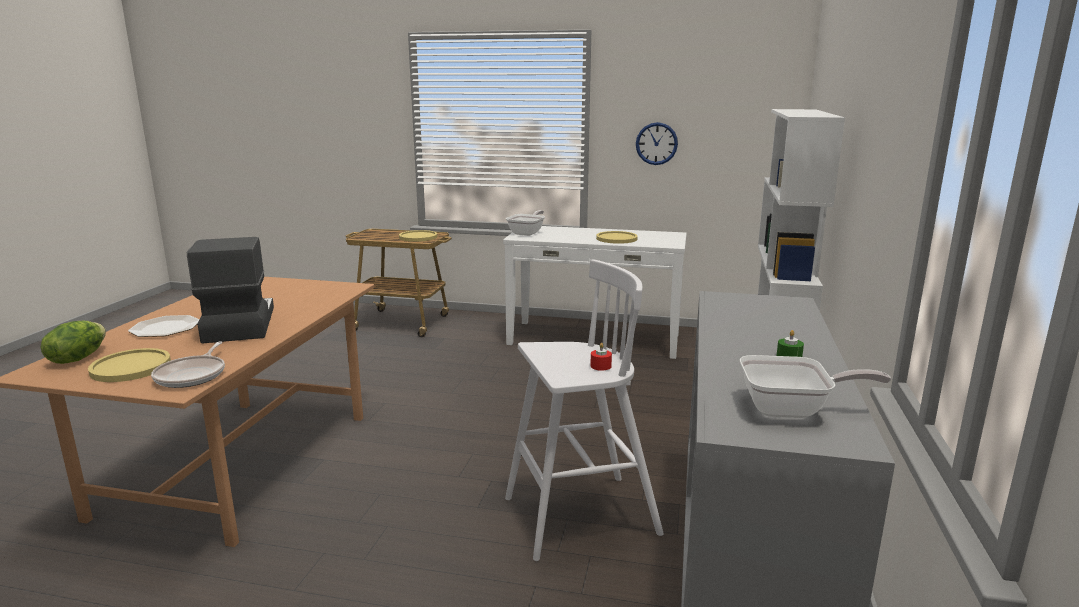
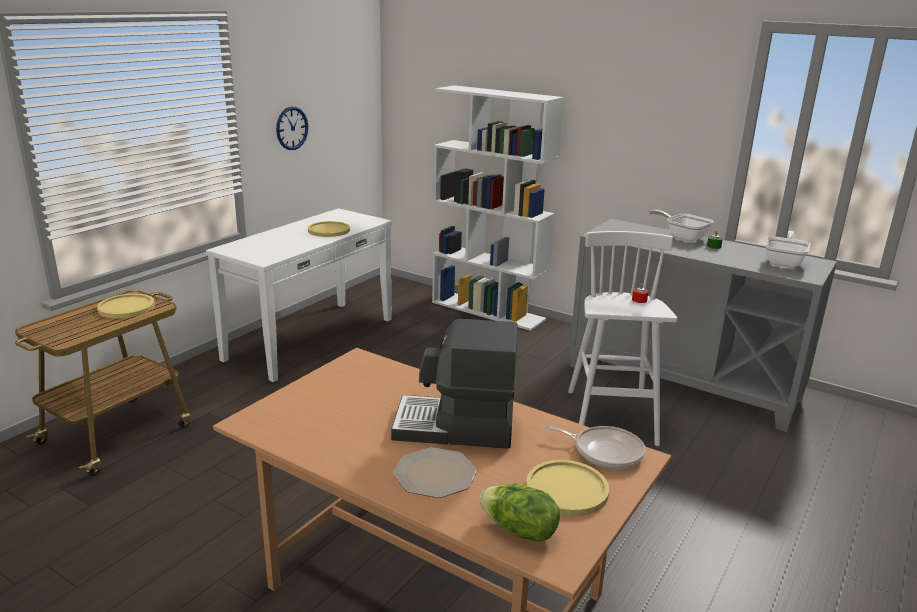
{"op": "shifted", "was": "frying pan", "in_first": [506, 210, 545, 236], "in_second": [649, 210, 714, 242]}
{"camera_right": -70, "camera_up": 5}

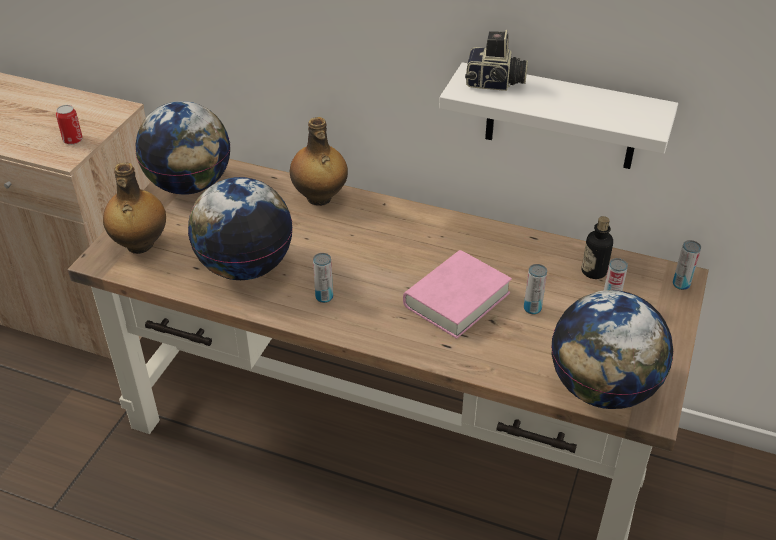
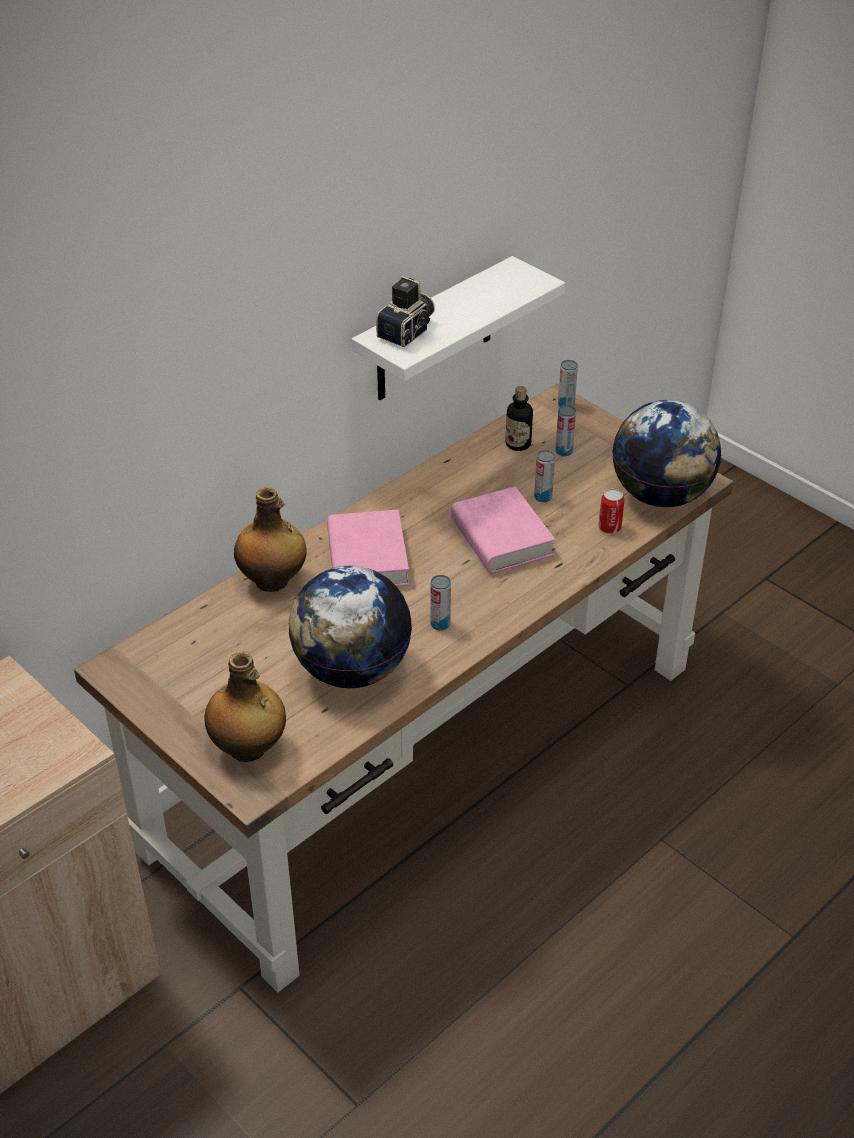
{"op": "gone", "was": "globe", "in_first": [135, 101, 230, 195]}
{"op": "new", "now": "book (pink)", "in_second": [327, 509, 409, 587]}
{"op": "shifted", "was": "can", "in_first": [56, 105, 83, 145], "in_second": [598, 489, 625, 534]}
{"camera_right": -65, "camera_up": 0}

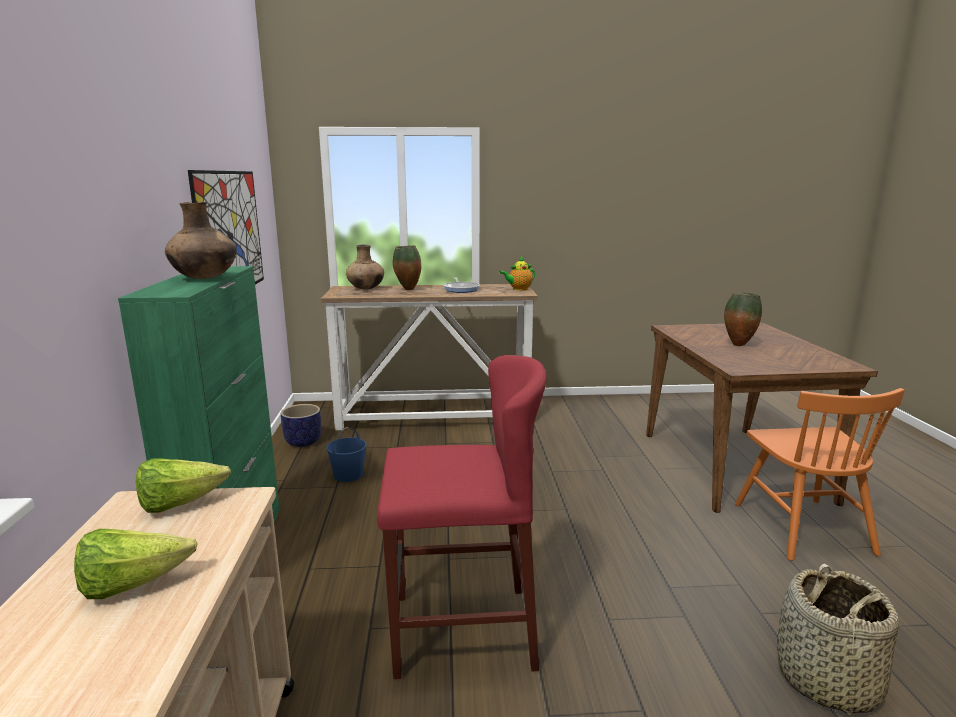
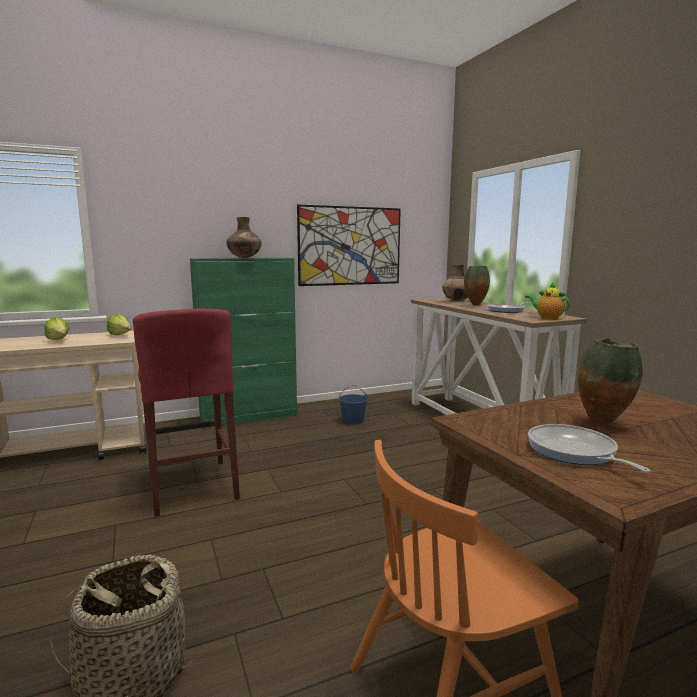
{"op": "gone", "was": "planter", "in_first": [281, 404, 322, 447]}
{"op": "new", "now": "frying pan", "in_second": [528, 424, 651, 472]}
{"camera_right": 70, "camera_up": -5}

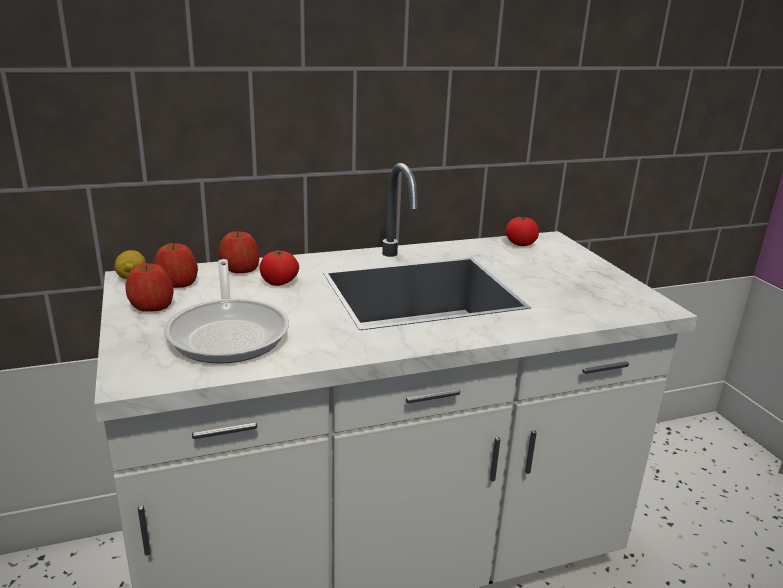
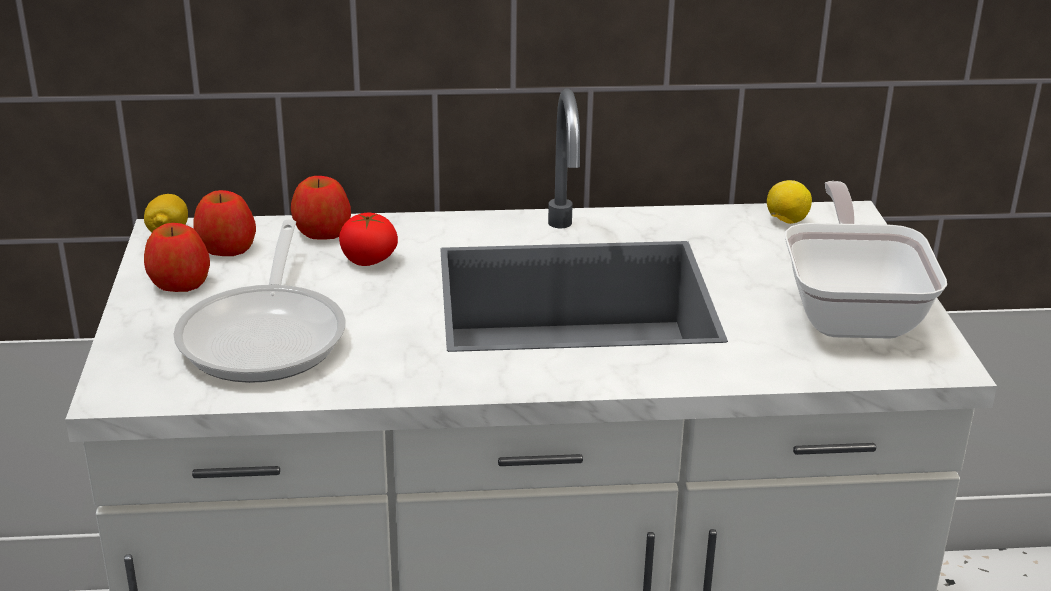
{"op": "new", "now": "frying pan", "in_second": [785, 181, 947, 339]}
{"op": "swapped", "was": "tomato", "now": "lemon", "in_first": [506, 216, 539, 246], "in_second": [767, 180, 812, 224]}
{"camera_right": 15, "camera_up": 5}

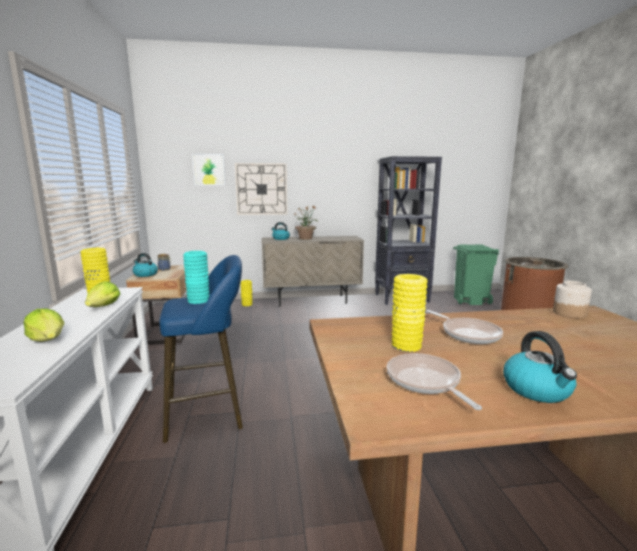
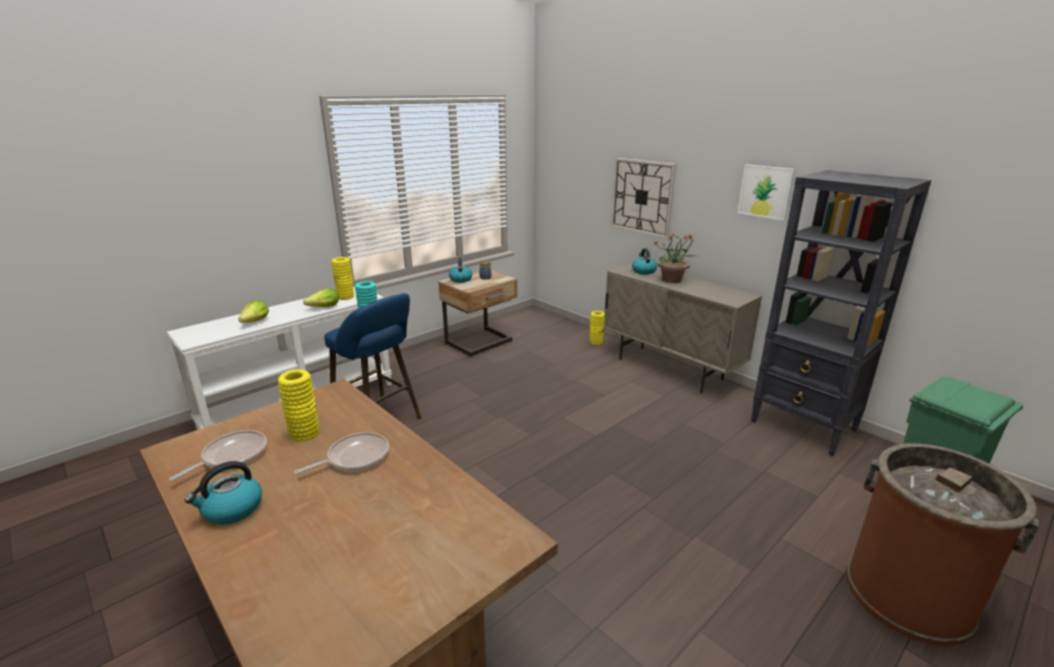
{"op": "gone", "was": "jar", "in_first": [553, 281, 592, 318]}
{"op": "shifted", "was": "picture", "in_first": [192, 154, 225, 185], "in_second": [738, 164, 795, 221]}
{"op": "rotated", "was": "frying pan", "in_first": [426, 310, 503, 344], "in_second": [294, 432, 389, 474], "clockwise": -150}
{"camera_right": 55, "camera_up": 10}

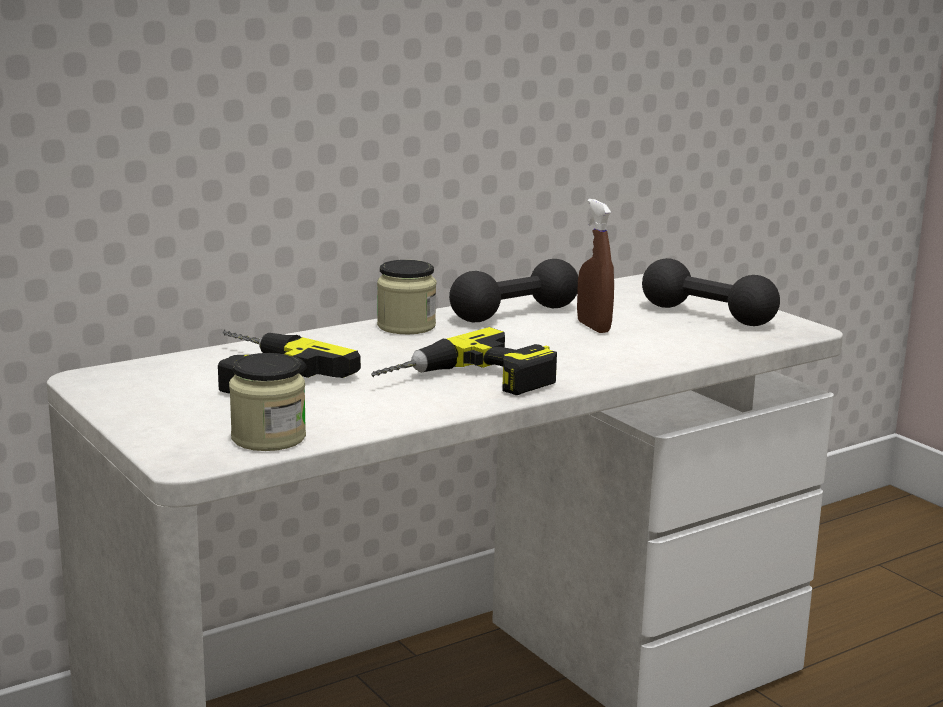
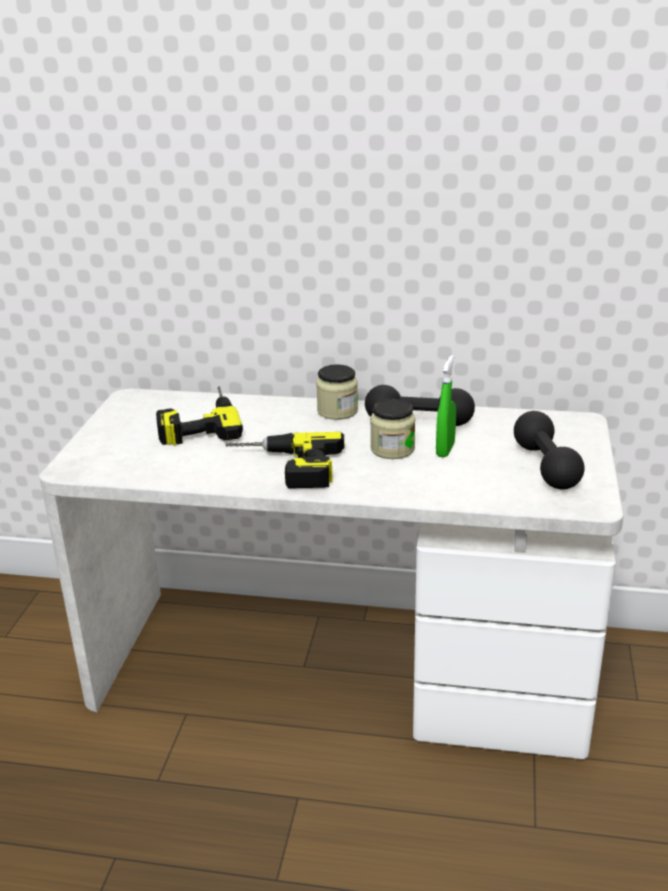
{"op": "shifted", "was": "jar", "in_first": [229, 353, 306, 451], "in_second": [370, 399, 415, 459]}
{"op": "repainted", "was": "spray bottle (brown)", "now": "spray bottle (green)", "in_first": [577, 199, 614, 333], "in_second": [436, 355, 456, 458]}
{"camera_right": 45, "camera_up": 10}

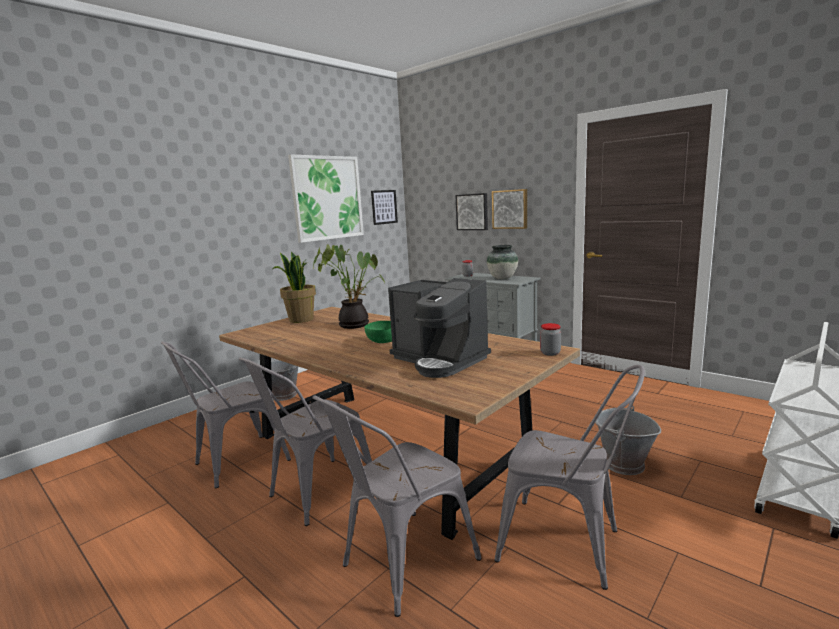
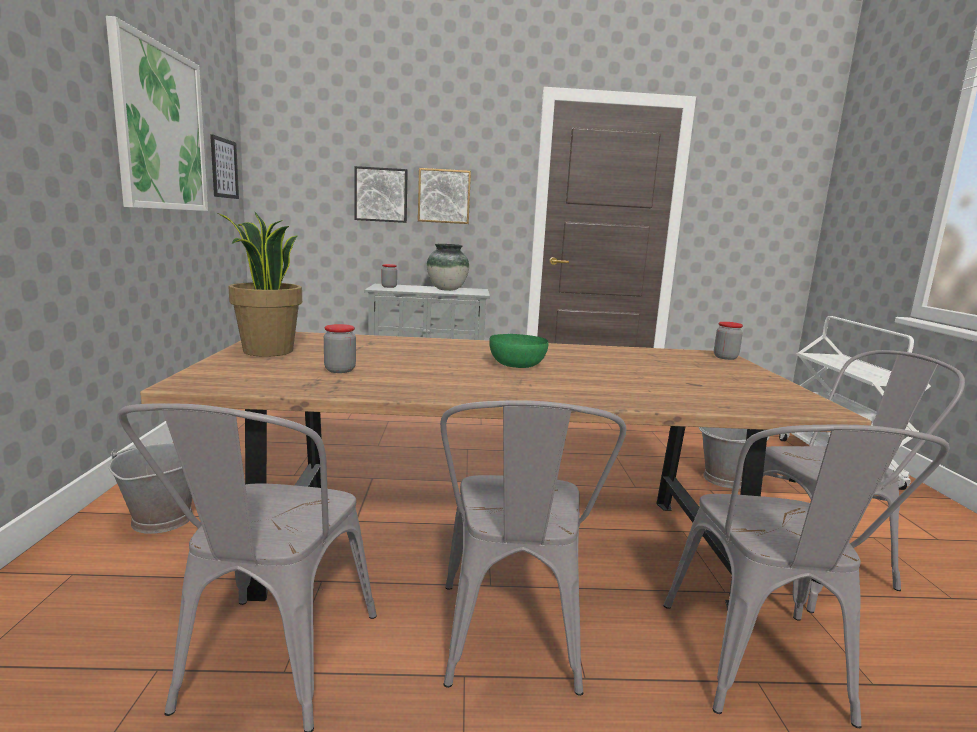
{"op": "gone", "was": "potted plant", "in_first": [313, 244, 385, 329]}
{"op": "gone", "was": "coffee machine", "in_first": [388, 278, 491, 378]}
{"op": "new", "now": "jar", "in_second": [324, 324, 356, 373]}
{"camera_right": -45, "camera_up": 0}

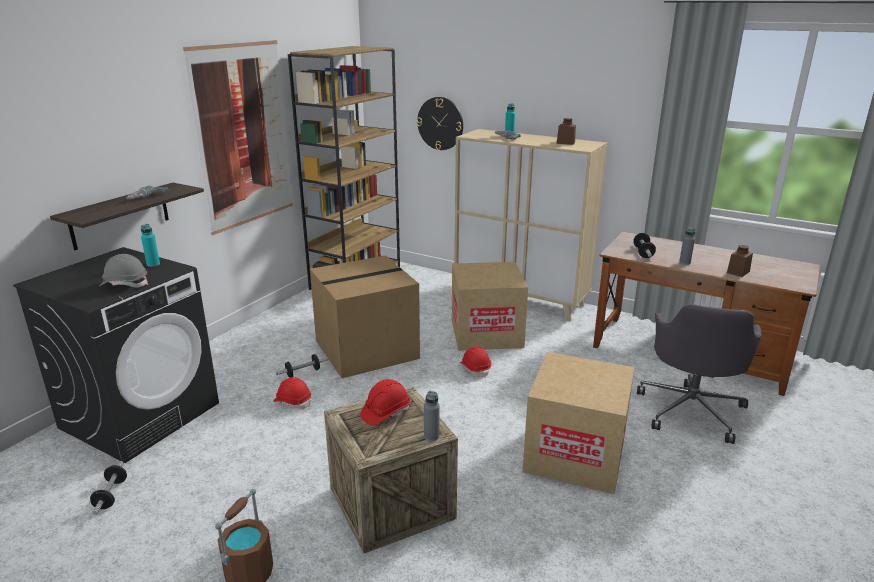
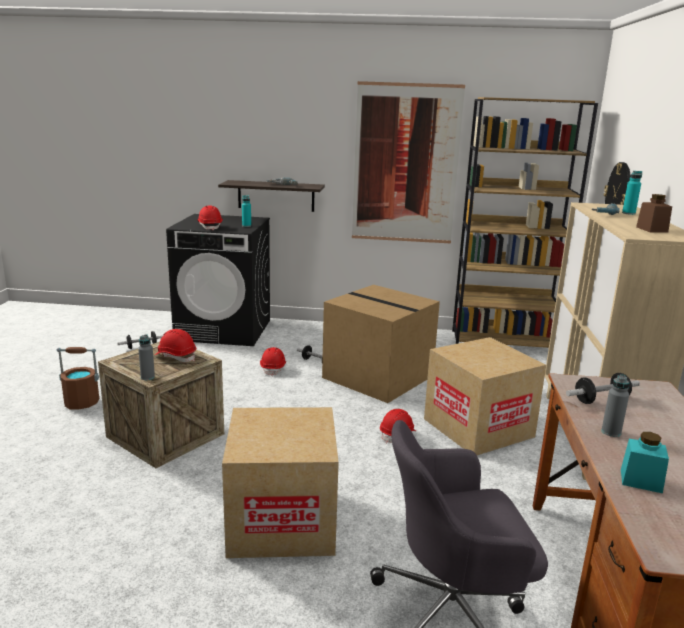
{"op": "repainted", "was": "hard hat (grey)", "now": "hard hat (red)", "in_first": [100, 254, 148, 287], "in_second": [197, 206, 223, 230]}
{"op": "repainted", "was": "jar (brown)", "now": "jar (turquoise)", "in_first": [727, 245, 753, 277], "in_second": [621, 432, 669, 493]}
{"camera_right": 65, "camera_up": -5}

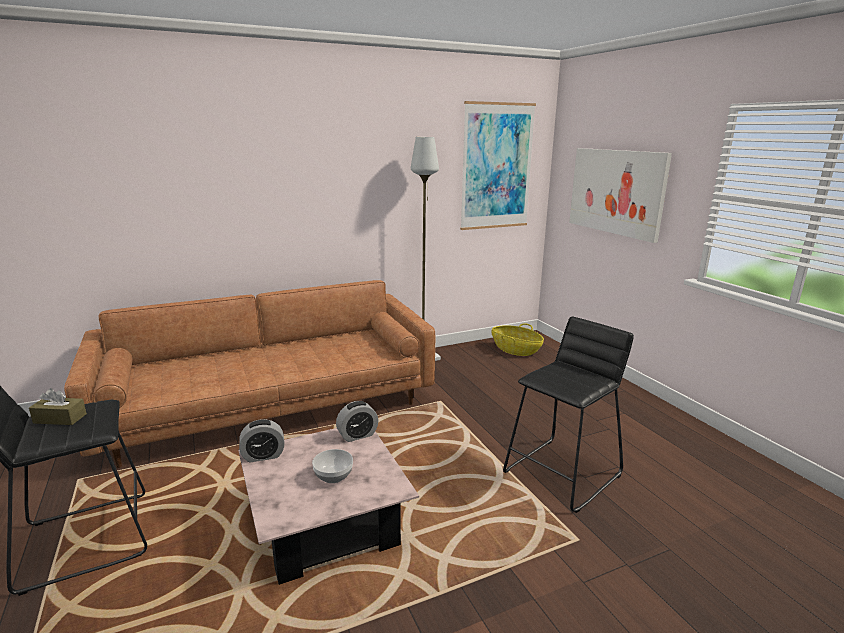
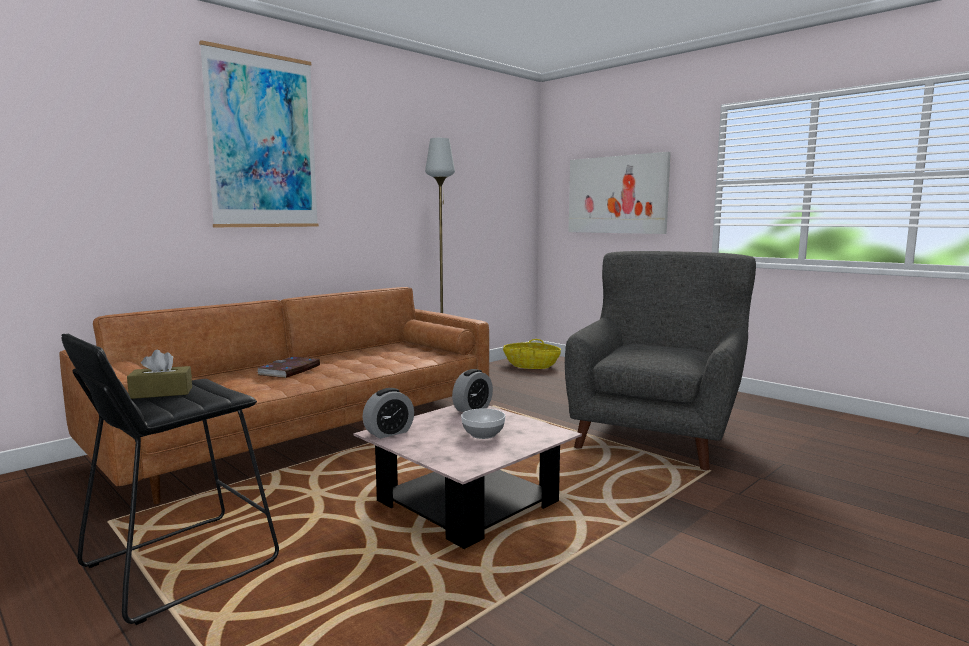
{"op": "new", "now": "book", "in_second": [256, 357, 320, 378]}
{"op": "shifted", "was": "picture", "in_first": [460, 101, 536, 230], "in_second": [199, 40, 319, 227]}
{"op": "swapped", "was": "stool (black)", "now": "armchair (grey)", "in_first": [503, 317, 634, 513], "in_second": [565, 251, 756, 470]}
{"camera_right": -20, "camera_up": -10}

